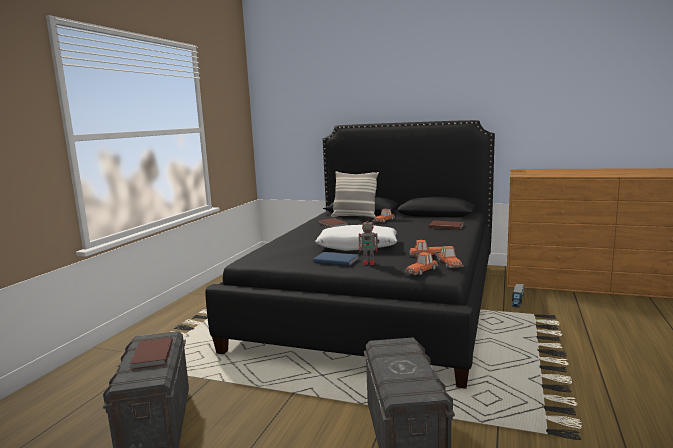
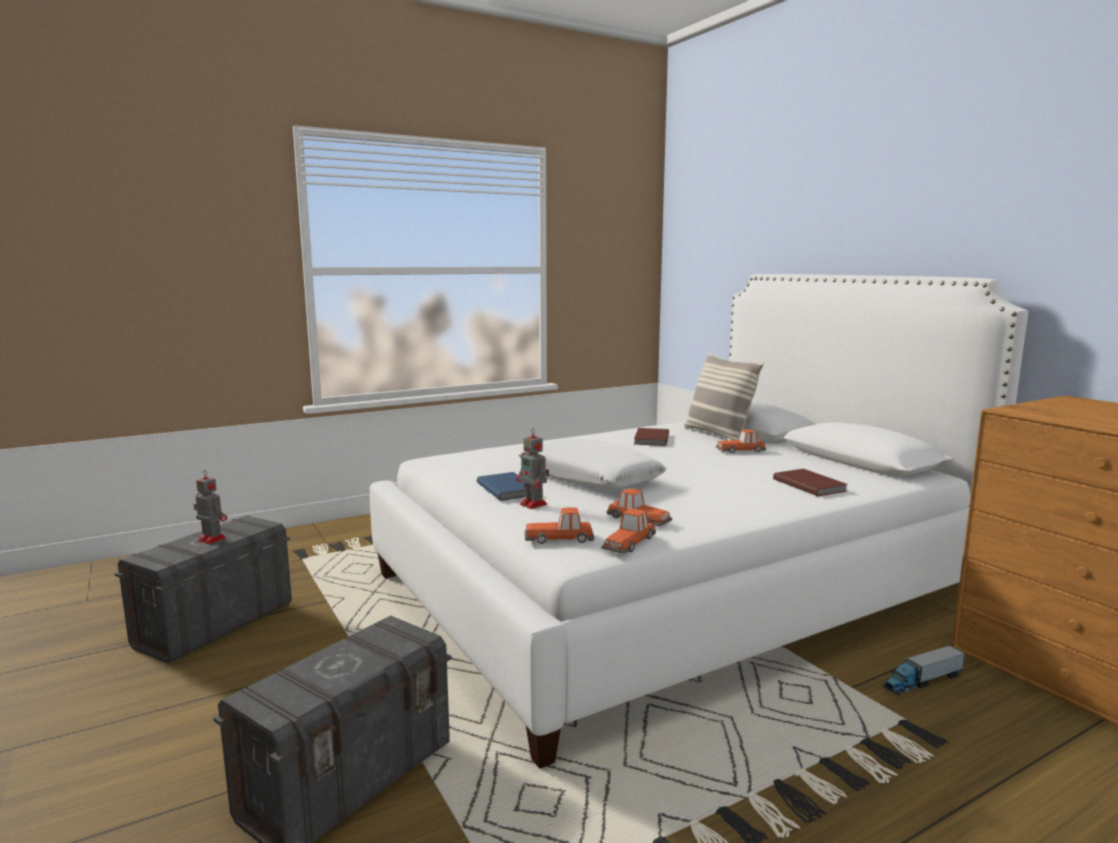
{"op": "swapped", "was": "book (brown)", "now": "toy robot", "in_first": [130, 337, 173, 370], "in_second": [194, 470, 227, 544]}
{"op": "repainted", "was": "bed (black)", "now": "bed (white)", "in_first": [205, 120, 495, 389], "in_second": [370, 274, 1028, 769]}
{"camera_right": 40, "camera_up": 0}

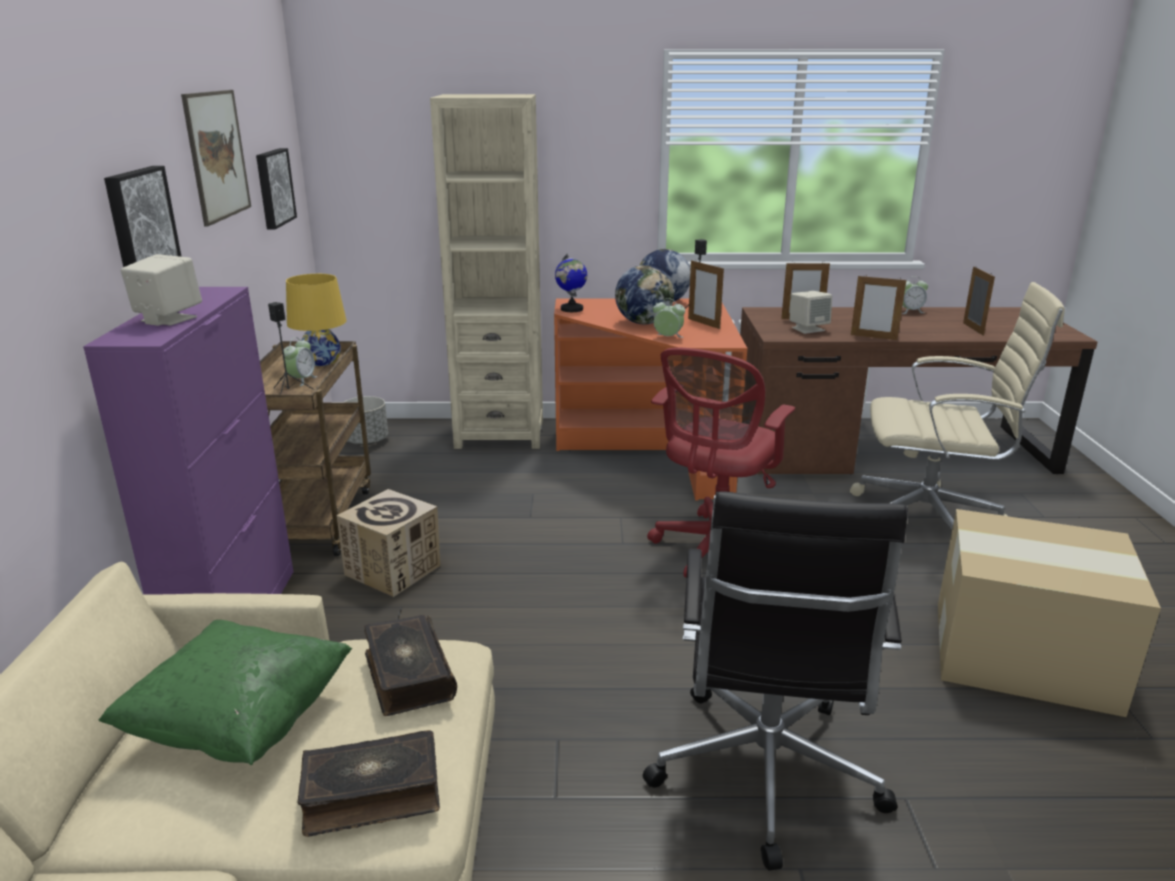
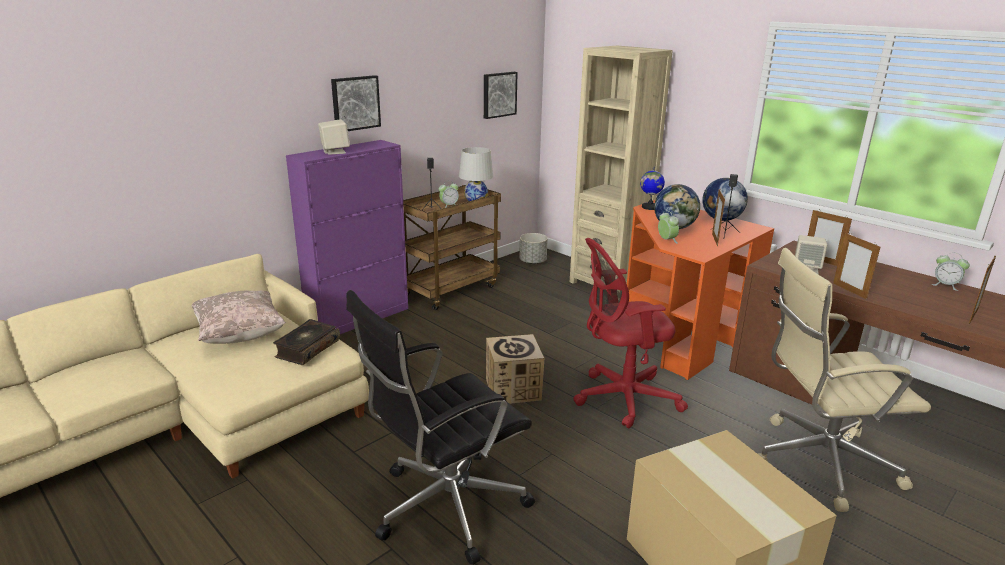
{"op": "gone", "was": "picture", "in_first": [181, 90, 251, 226]}
{"op": "gone", "was": "book", "in_first": [297, 730, 440, 837]}
{"op": "shifted", "was": "cardboard box", "in_first": [337, 489, 441, 597], "in_second": [486, 334, 544, 404]}
{"op": "repainted", "was": "pillow (green)", "now": "pillow (beige)", "in_first": [99, 620, 352, 765], "in_second": [192, 291, 286, 344]}
{"op": "repainted", "was": "table lamp (yellow)", "now": "table lamp (white)", "in_first": [286, 274, 347, 366], "in_second": [459, 147, 493, 201]}
{"op": "rotated", "was": "office chair (beige)", "in_first": [850, 282, 1065, 530], "in_second": [758, 248, 931, 512], "clockwise": 120}
{"camera_right": 45, "camera_up": 0}

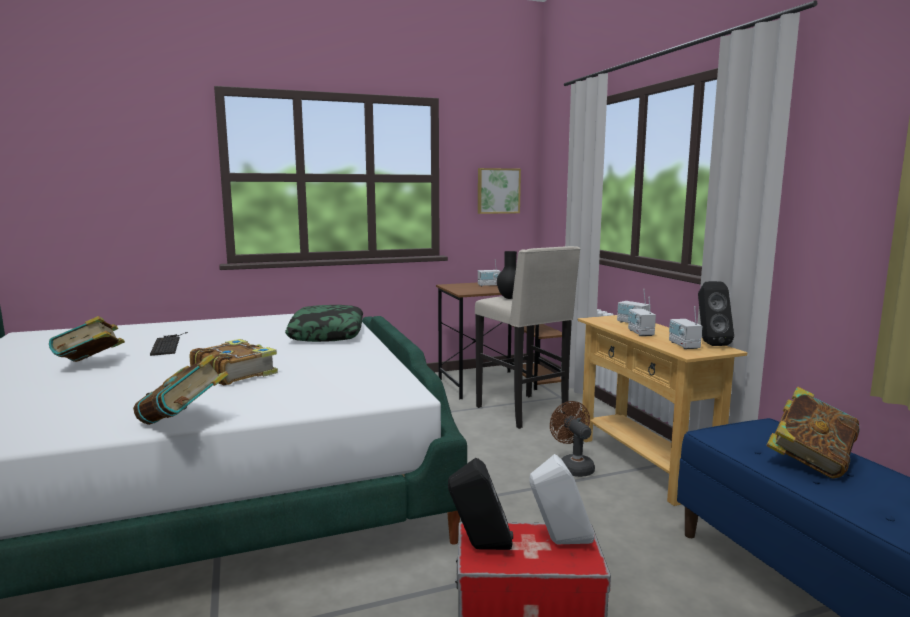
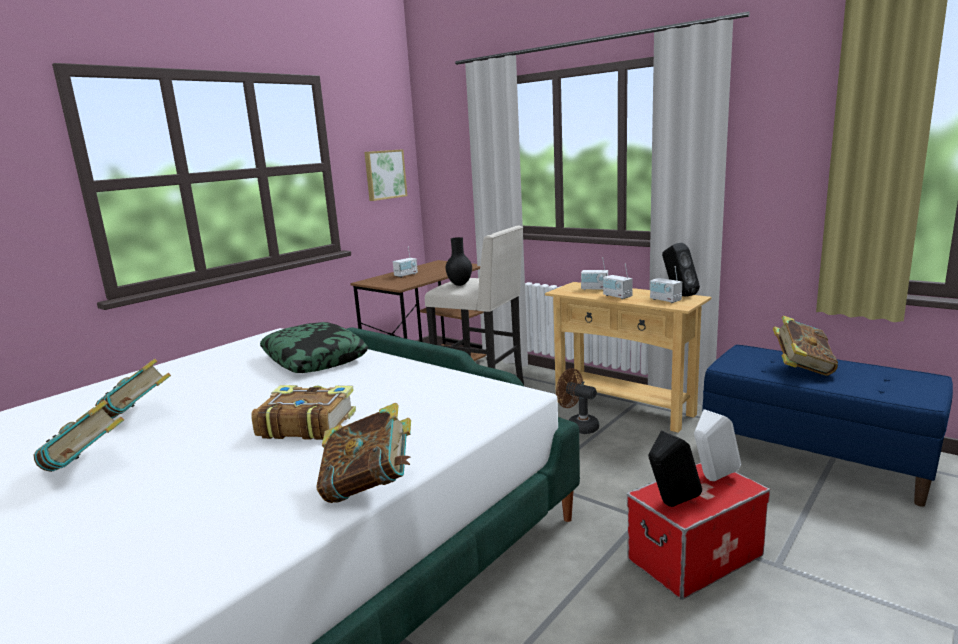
{"op": "swapped", "was": "keyboard", "now": "book", "in_first": [150, 332, 188, 356], "in_second": [95, 359, 171, 419]}
{"camera_right": -30, "camera_up": 5}

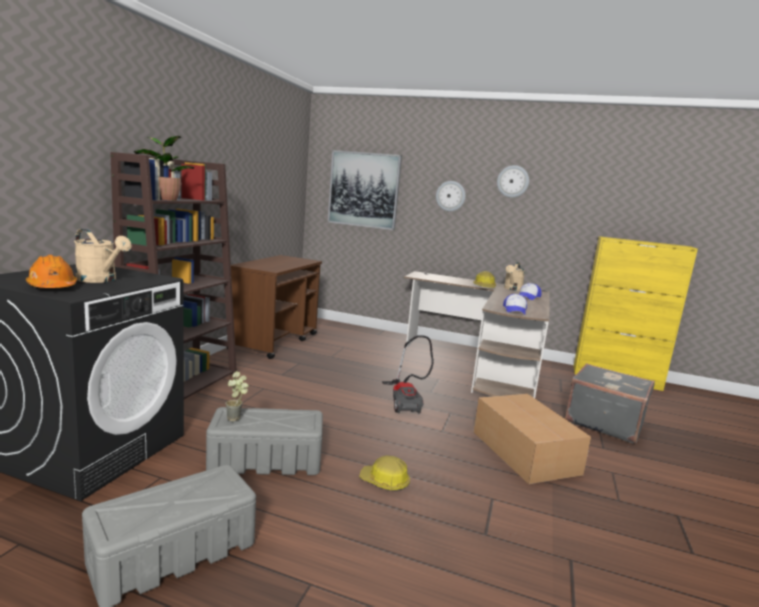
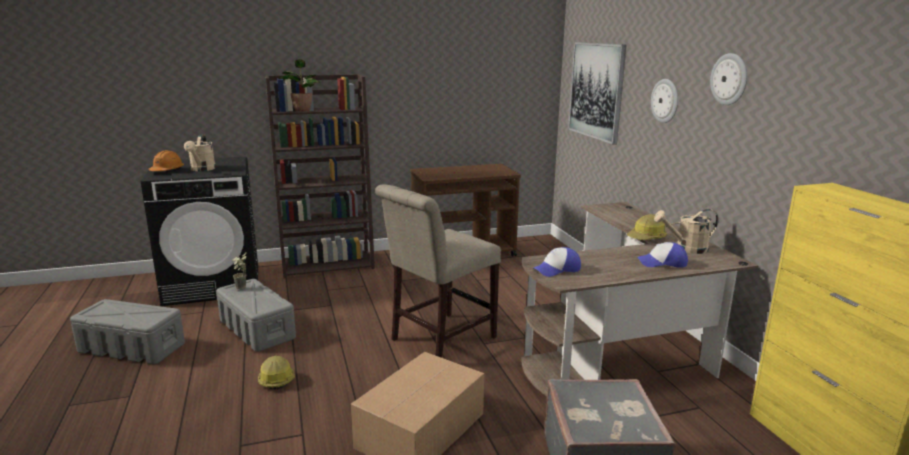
{"op": "swapped", "was": "vacuum cleaner", "now": "chair (beige)", "in_first": [382, 335, 434, 414], "in_second": [375, 184, 501, 358]}
{"camera_right": 55, "camera_up": 5}

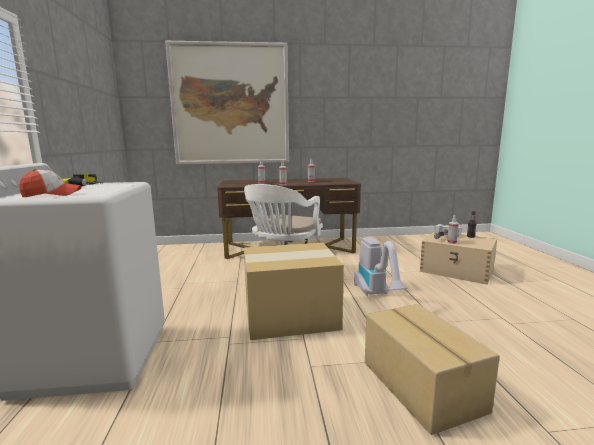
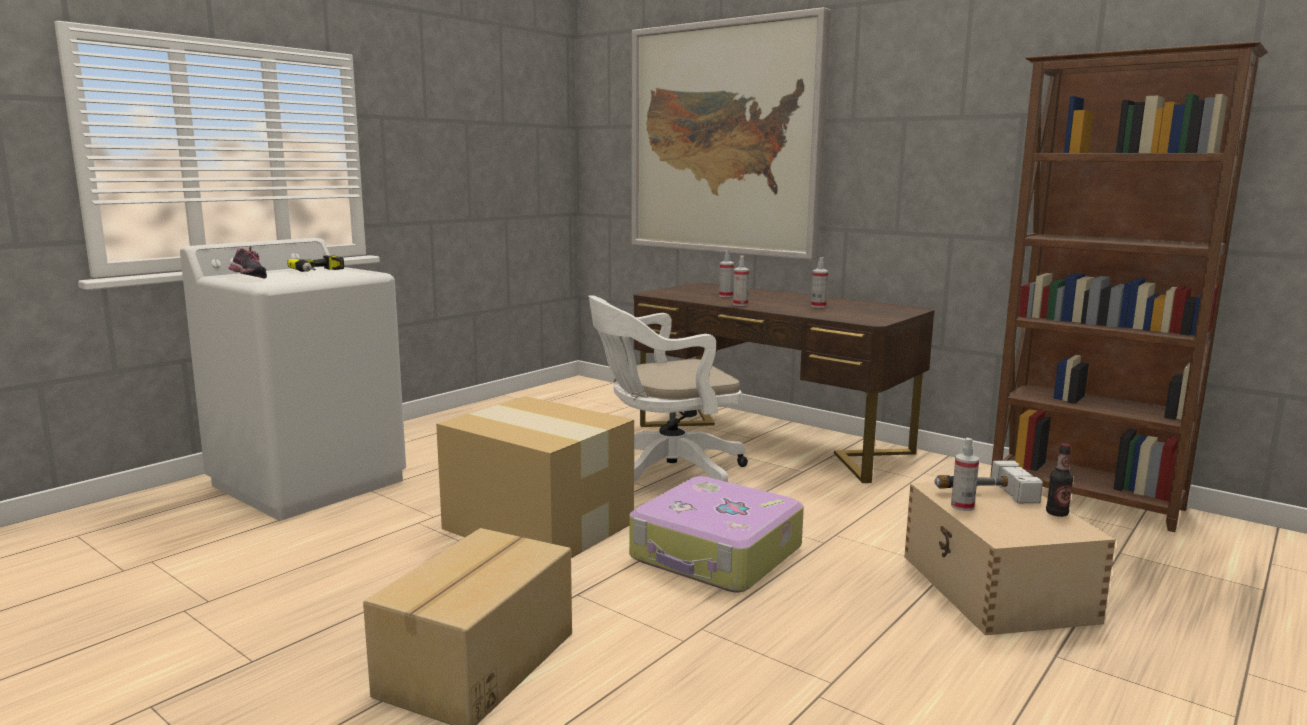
{"op": "new", "now": "bookcase (brown)", "in_second": [990, 41, 1268, 532]}
{"op": "swapped", "was": "cap", "now": "shoe", "in_first": [19, 169, 81, 197], "in_second": [229, 246, 267, 278]}
{"op": "swapped", "was": "vacuum cleaner", "now": "suitcase", "in_first": [354, 237, 408, 296], "in_second": [629, 476, 804, 593]}
{"camera_right": 45, "camera_up": 0}

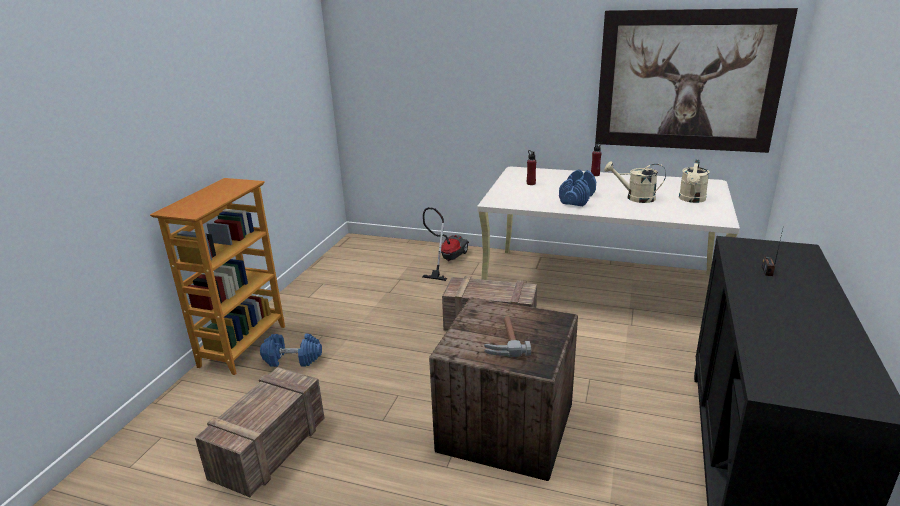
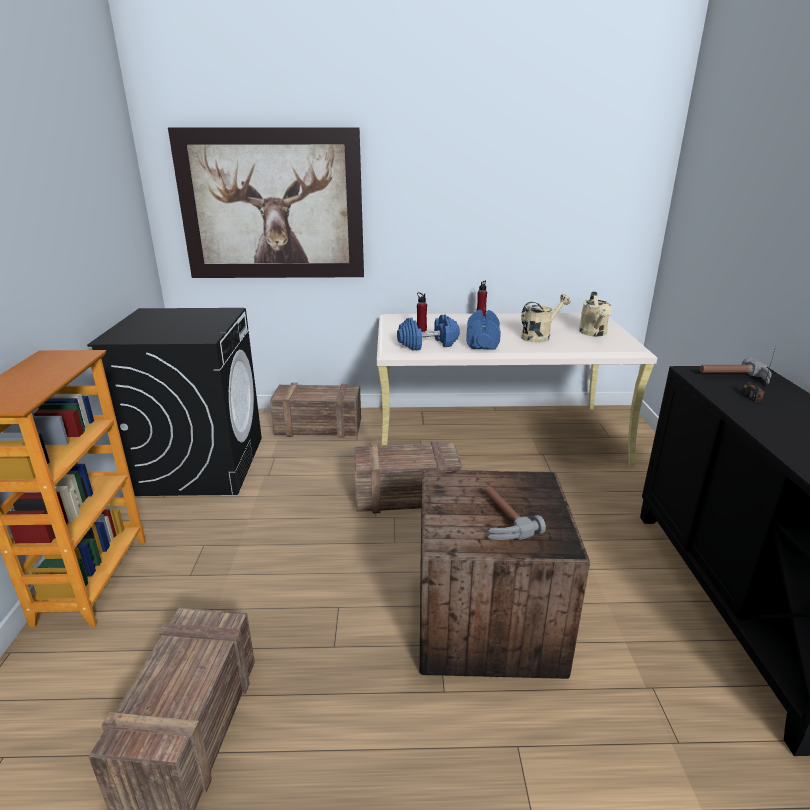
{"op": "new", "now": "washing machine (black)", "in_second": [87, 308, 262, 496]}
{"op": "new", "now": "hammer", "in_second": [700, 357, 772, 384]}
{"op": "shifted", "was": "dumbbell (blue)", "in_first": [260, 334, 322, 367], "in_second": [397, 314, 460, 351]}
{"op": "shifted", "was": "picture", "in_first": [595, 8, 798, 153], "in_second": [168, 127, 364, 278]}
{"op": "swapped", "was": "vacuum cleaner", "now": "crate", "in_first": [422, 207, 469, 281], "in_second": [270, 383, 361, 438]}
{"op": "rotated", "was": "watering can (beige)", "in_first": [604, 161, 666, 203], "in_second": [521, 294, 570, 343], "clockwise": 150}
{"camera_right": -20, "camera_up": 0}

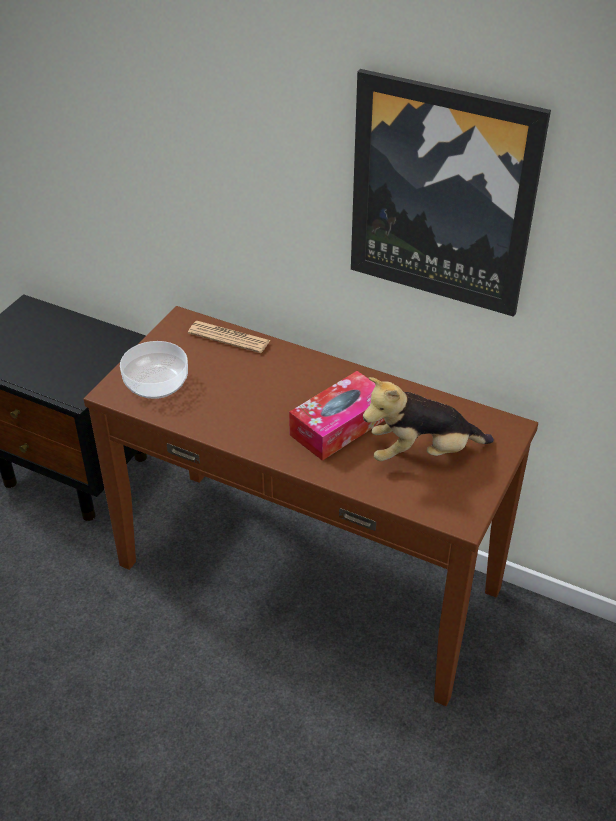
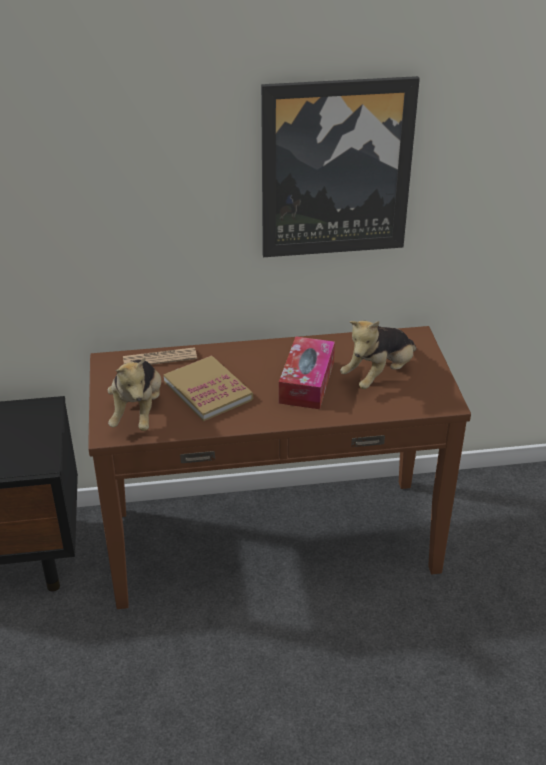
{"op": "new", "now": "book", "in_second": [164, 356, 253, 422]}
{"op": "swapped", "was": "bowl", "now": "plush toy", "in_first": [120, 341, 188, 399], "in_second": [108, 357, 161, 431]}
{"camera_right": -35, "camera_up": -5}

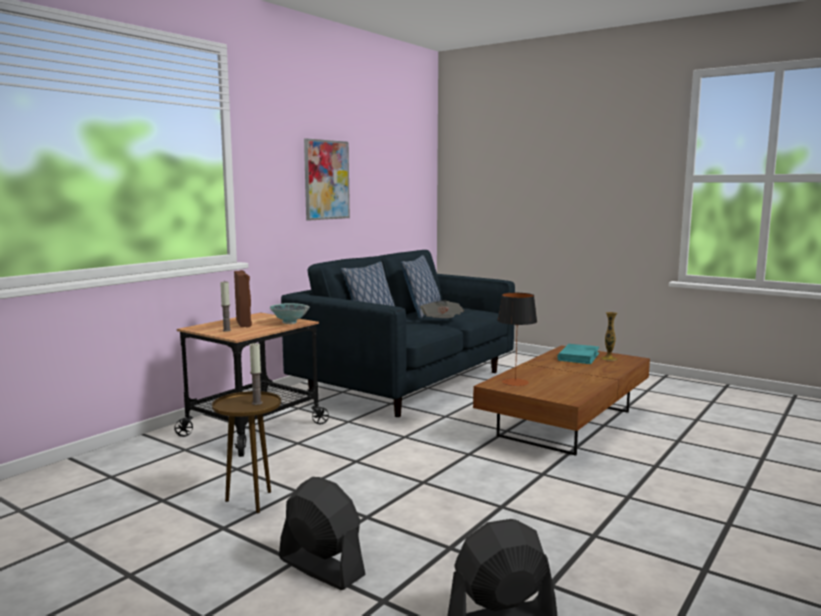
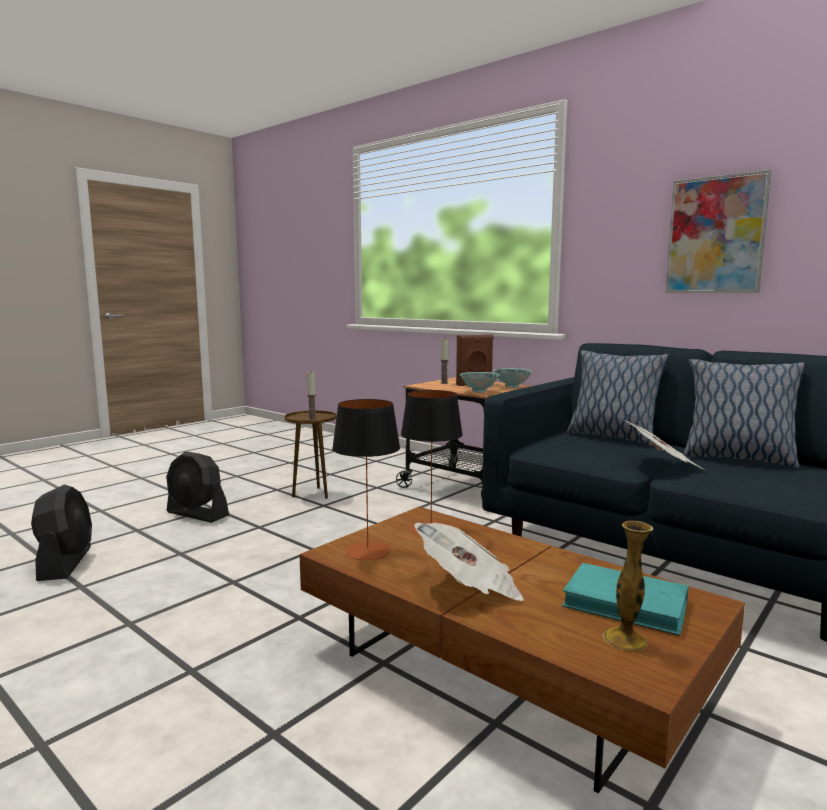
{"op": "new", "now": "table lamp", "in_second": [332, 399, 400, 560]}
{"op": "new", "now": "newspaper", "in_second": [414, 523, 524, 601]}
{"op": "new", "now": "bowl", "in_second": [493, 368, 532, 388]}
{"op": "rotated", "was": "fan (black)", "in_first": [279, 477, 366, 590], "in_second": [166, 451, 229, 523], "clockwise": 75}
{"camera_right": 95, "camera_up": 0}

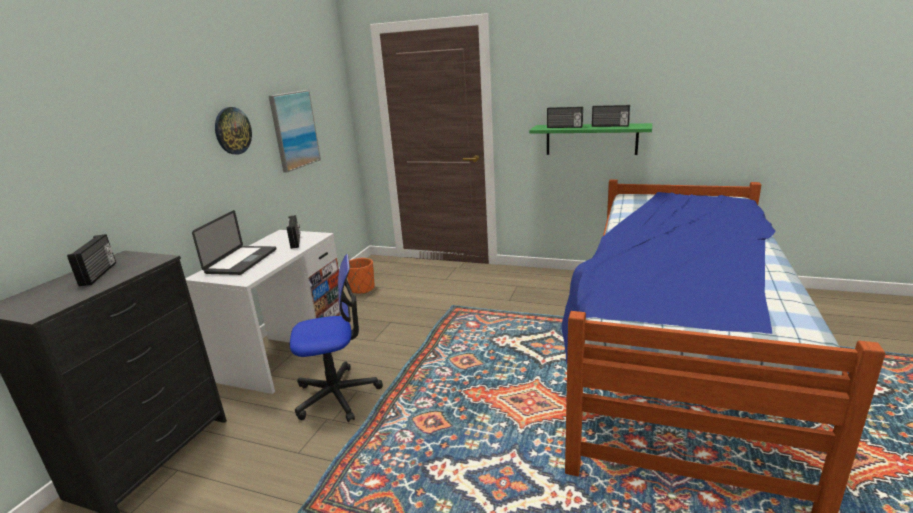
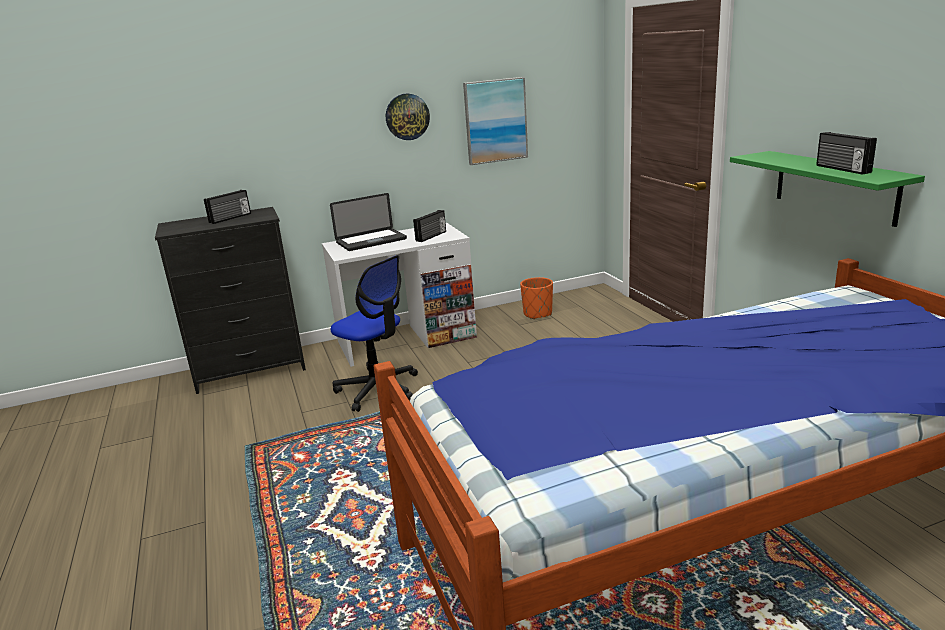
{"op": "gone", "was": "radio", "in_first": [547, 107, 583, 128]}
{"camera_right": 50, "camera_up": 0}

